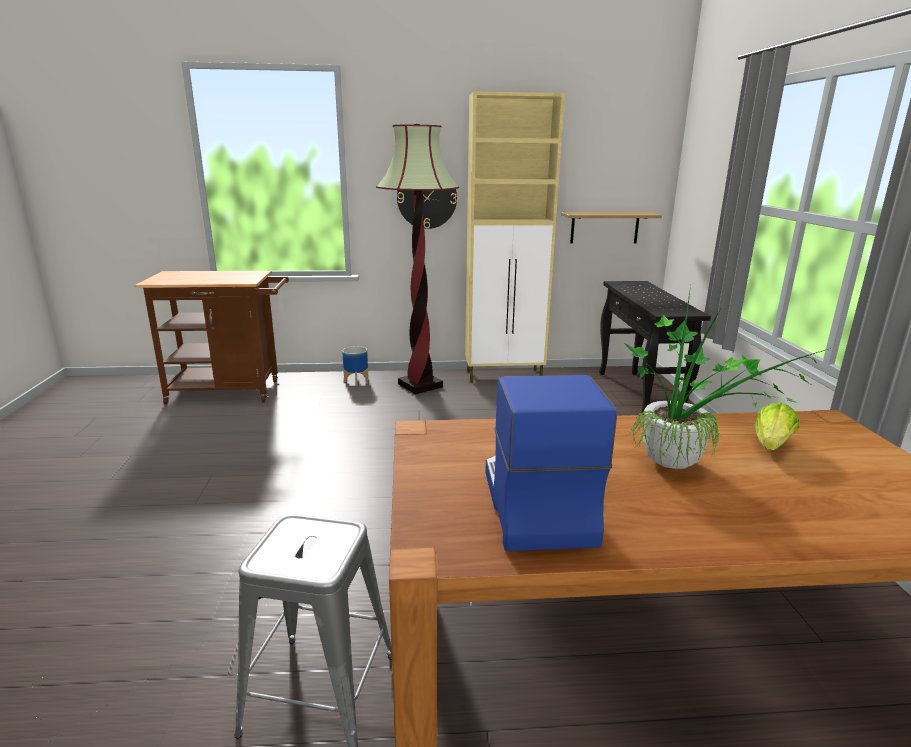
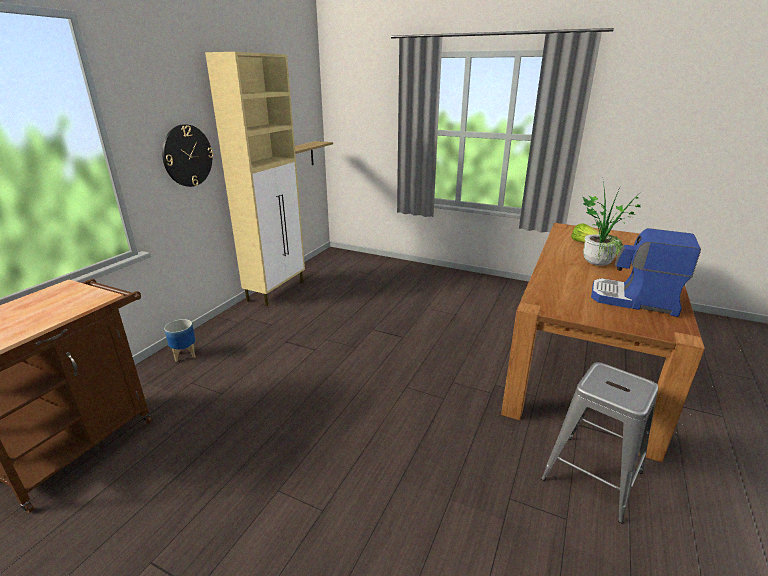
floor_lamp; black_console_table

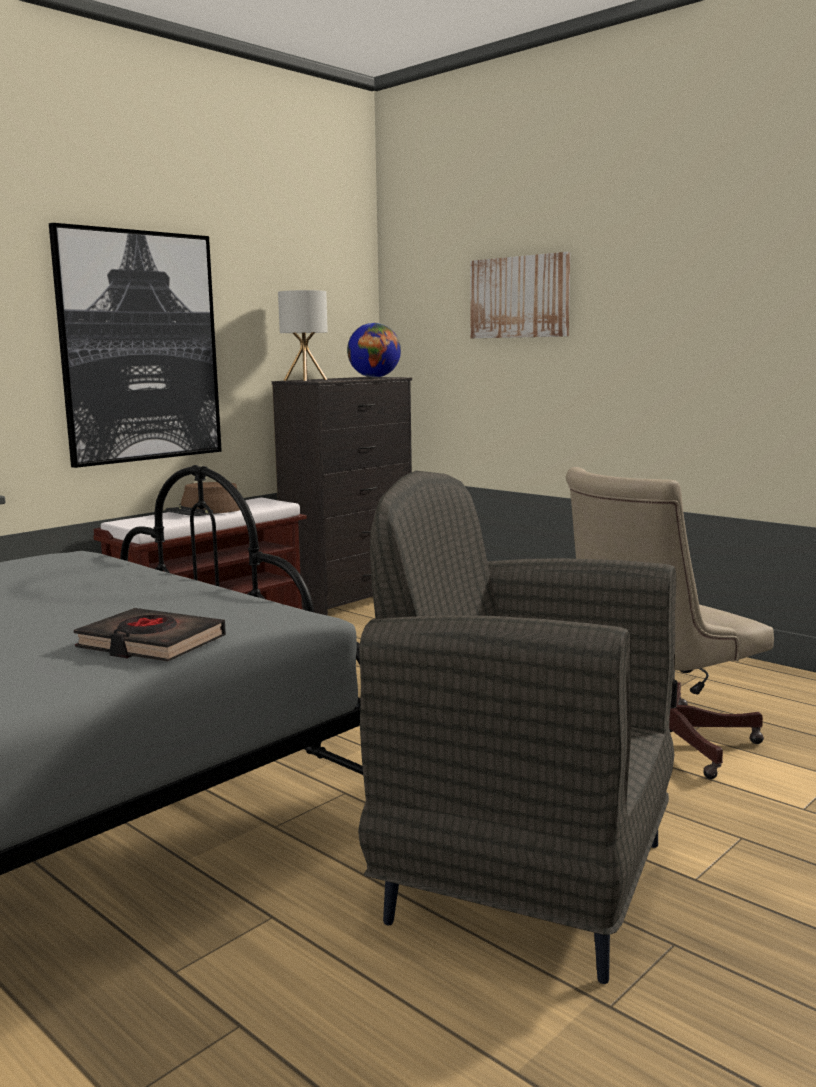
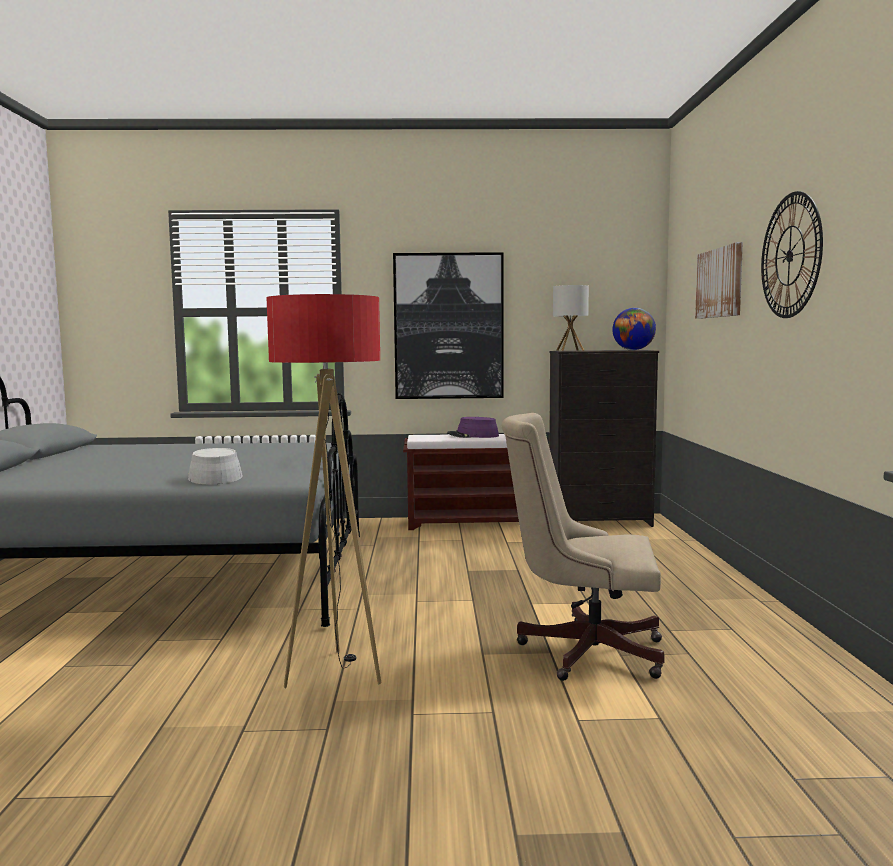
grey_hat; floor_lamp; purple_hat; wall_clock

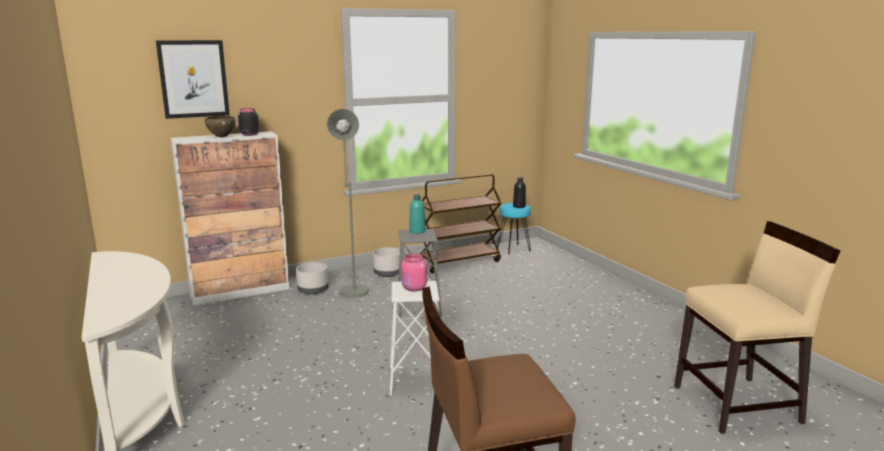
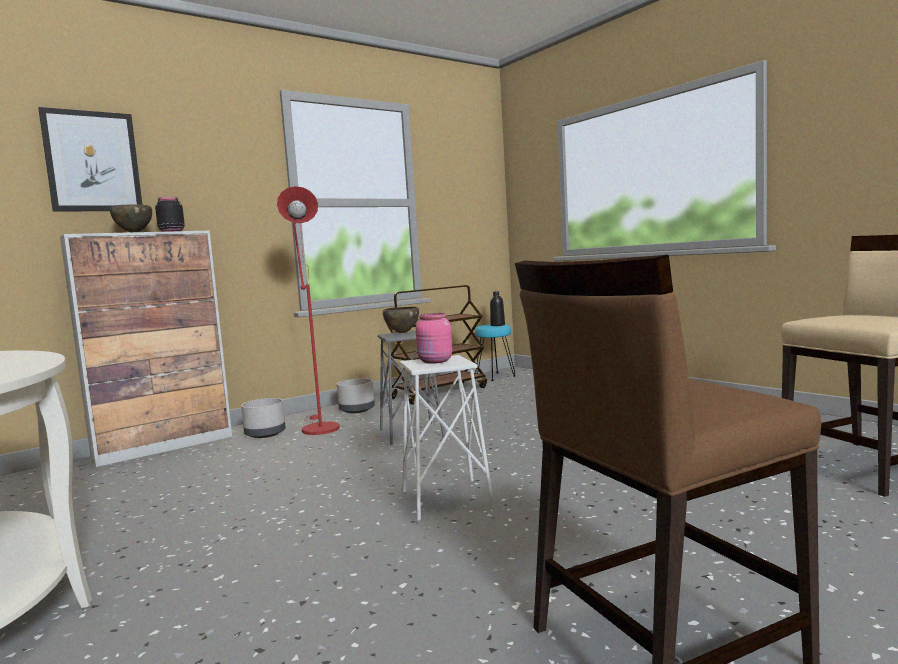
red_floor_lamp; brown_bowl (no. 2 from left)

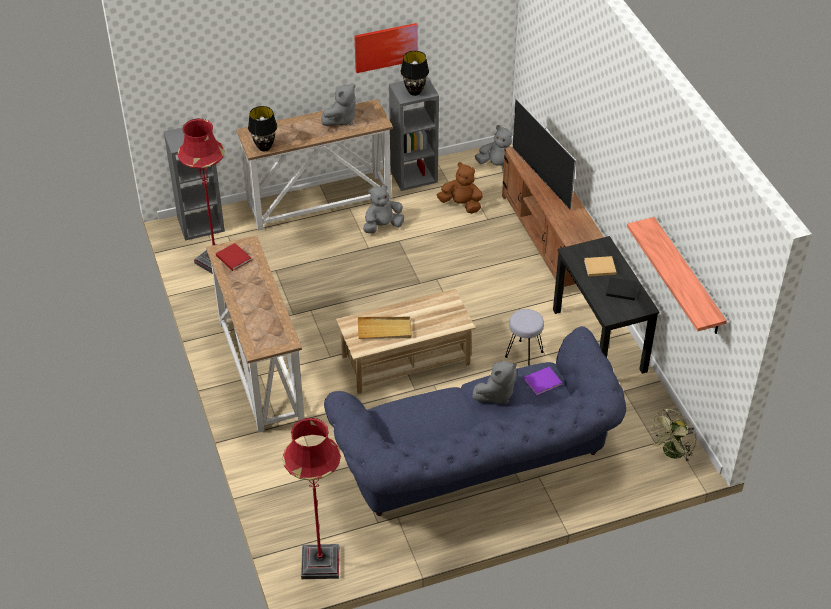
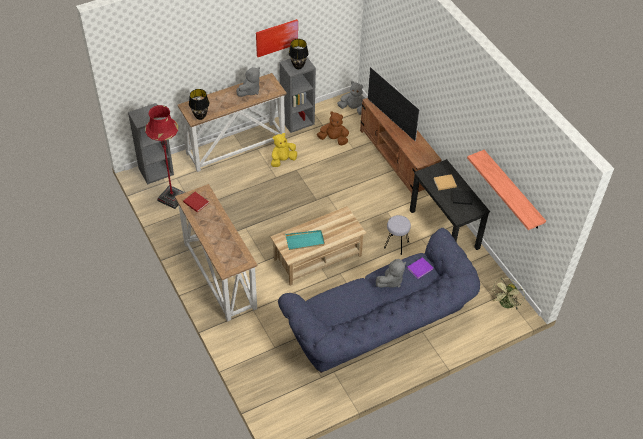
yellow_plush_toy; turquoise_tray; red_floor_lamp (no. 2 from left in the first image)

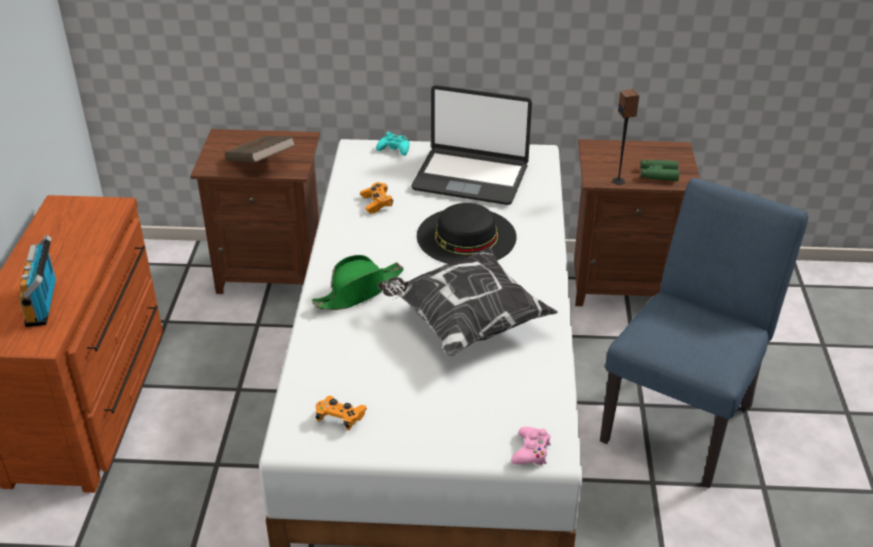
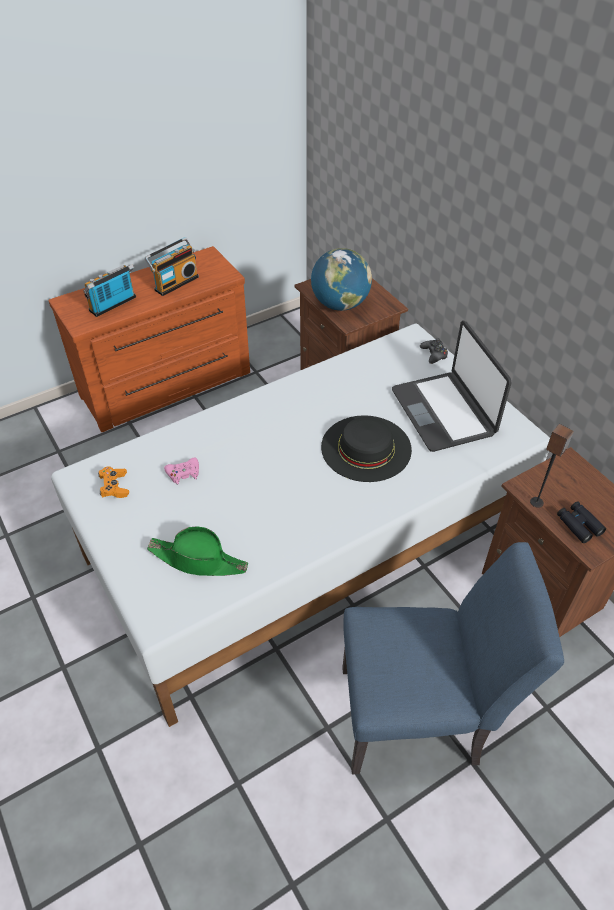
radio (no. 2 from left); green_hat; pink_game_controller; globe; black_game_controller; black_binoculars; orange_game_controller (no. 2 from left in the first image); pillow

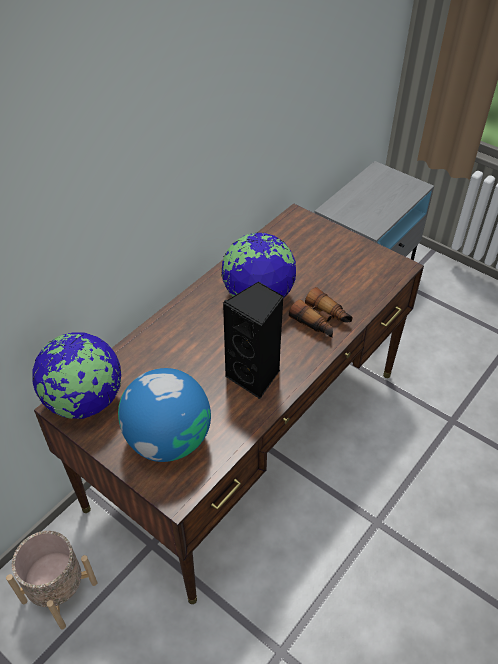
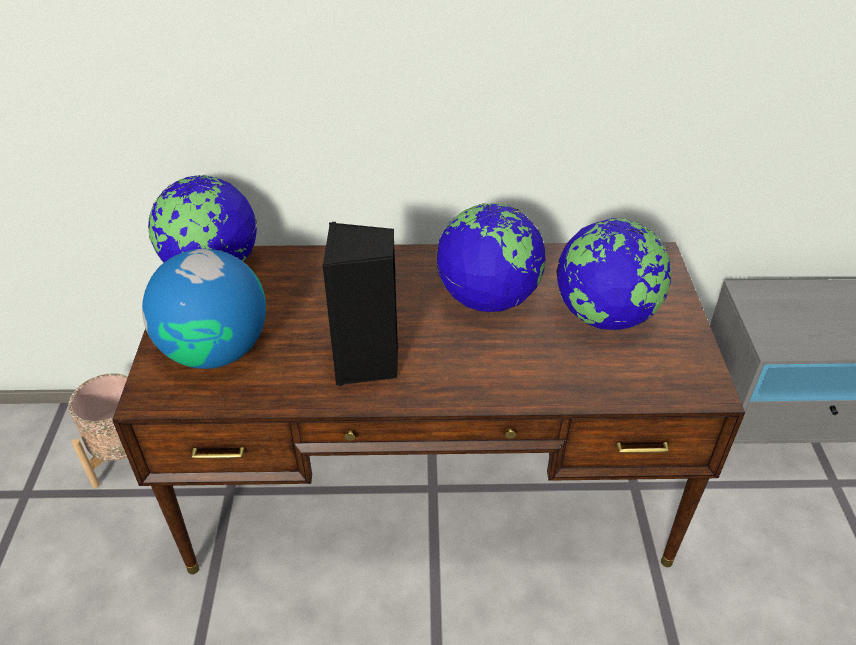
globe (no. 4 from left); binoculars

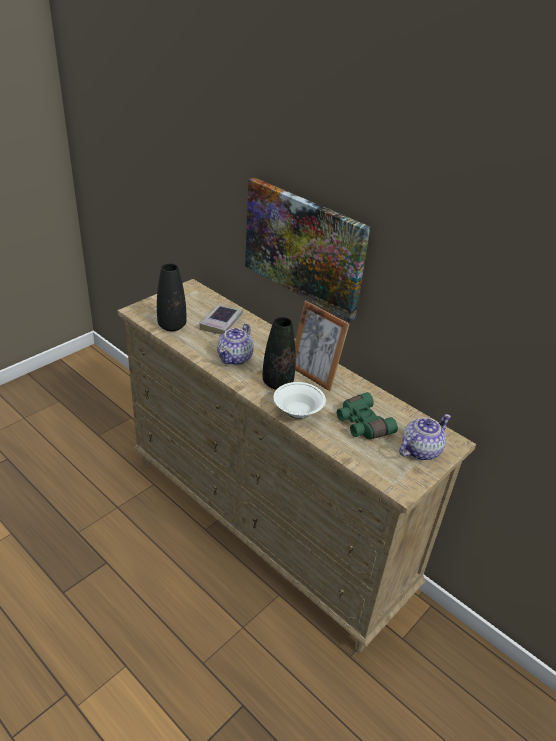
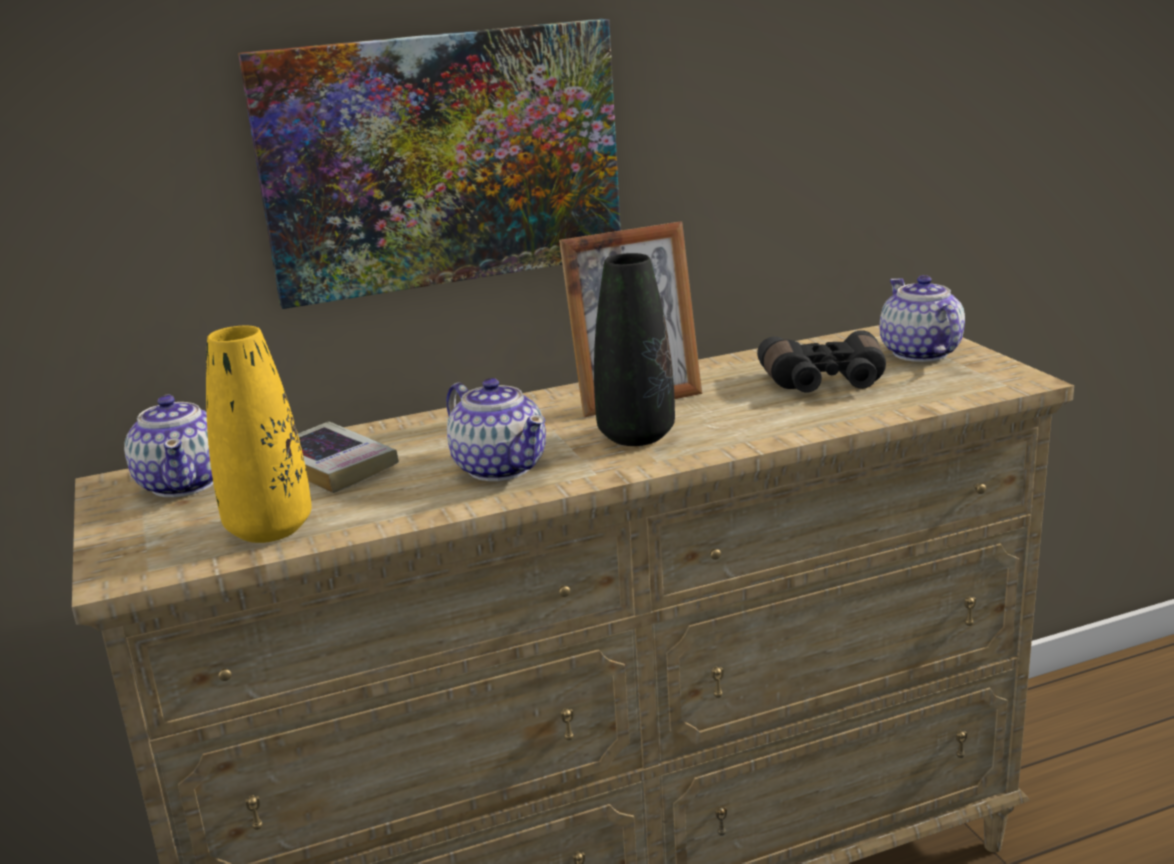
teapot (no. 1 from left); yellow_vase; black_binoculars; white_bowl

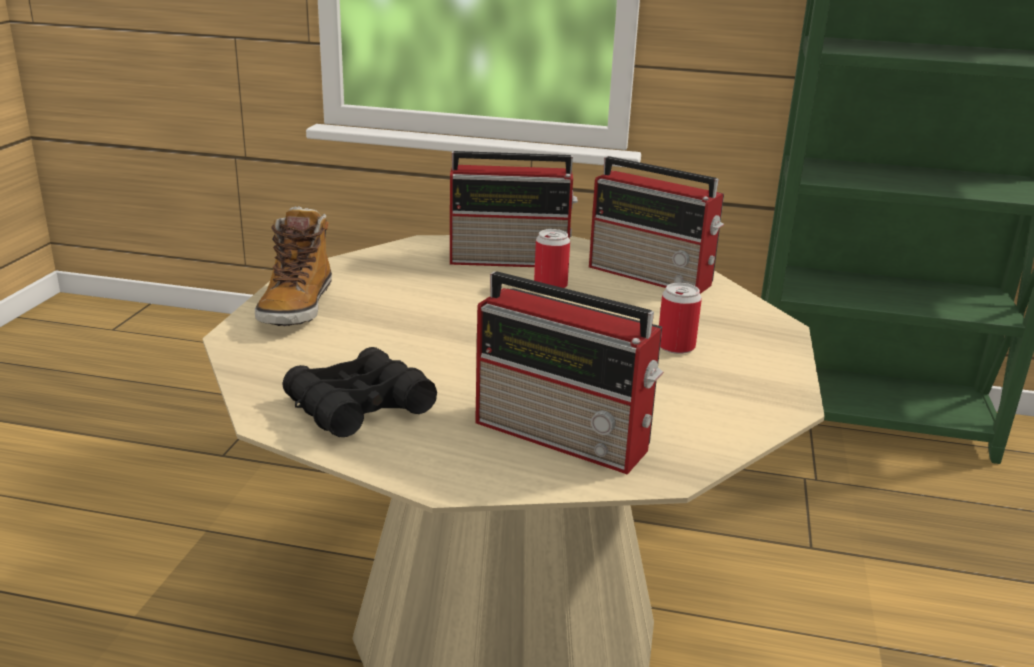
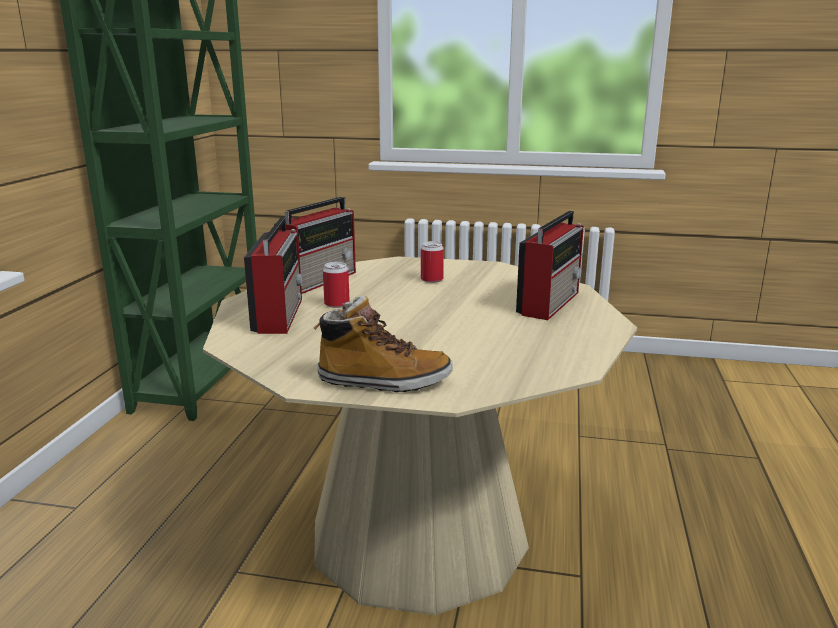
black_binoculars

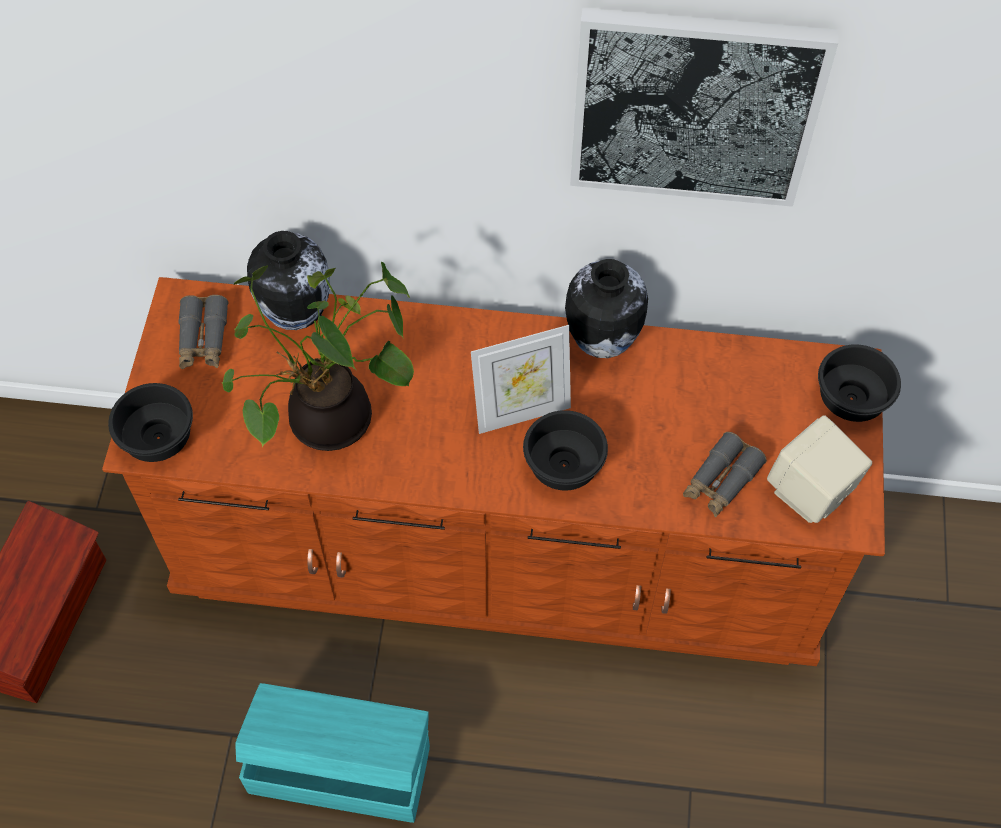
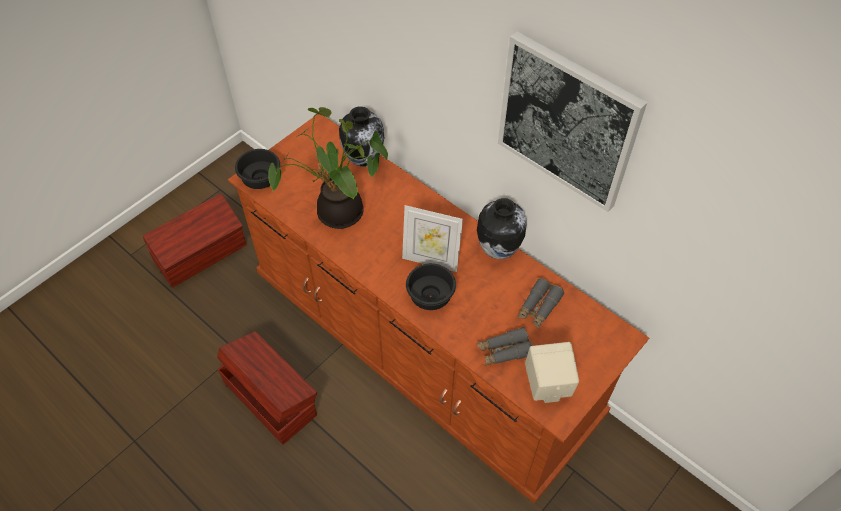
brown_storage_box (no. 2 from left); grey_binoculars (no. 2 from left); black_bowl (no. 3 from left in the first image)

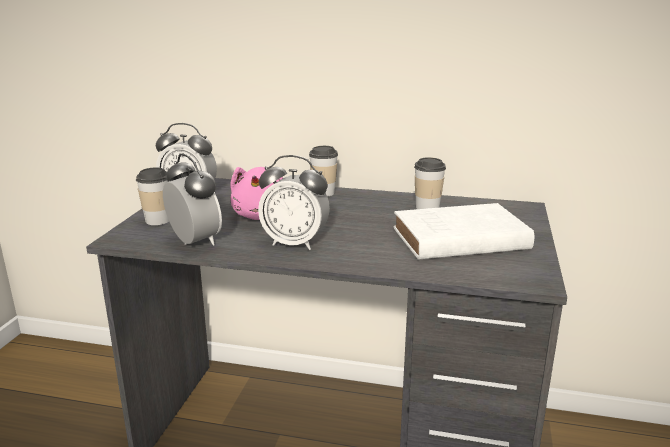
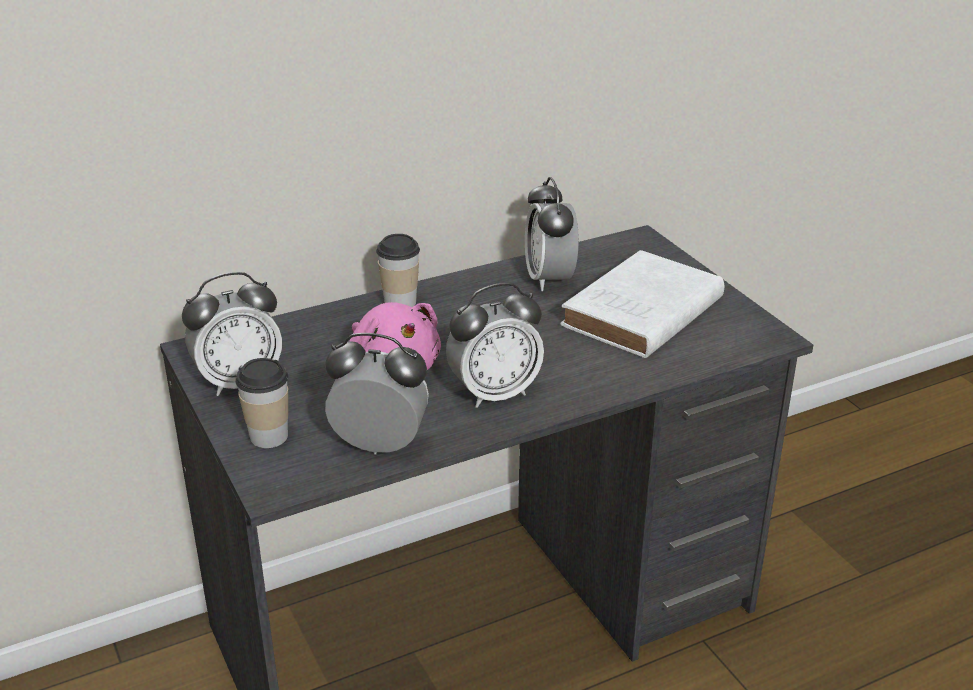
alarm_clock (no. 4 from left)

